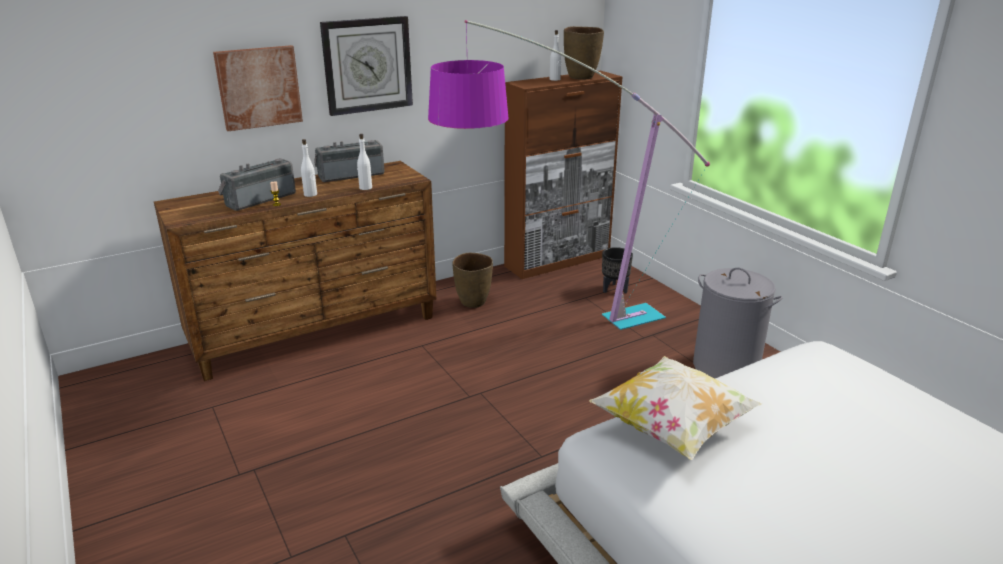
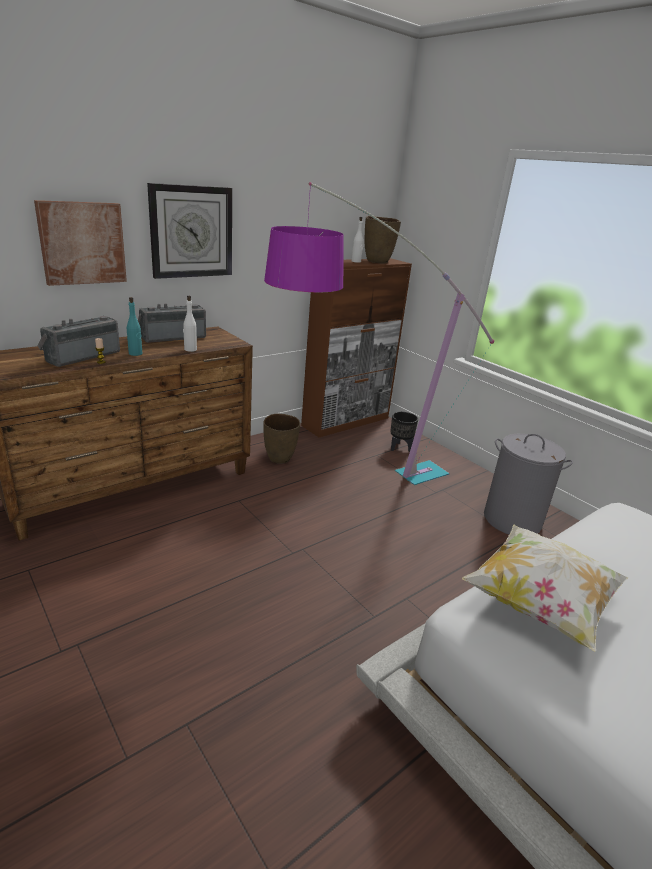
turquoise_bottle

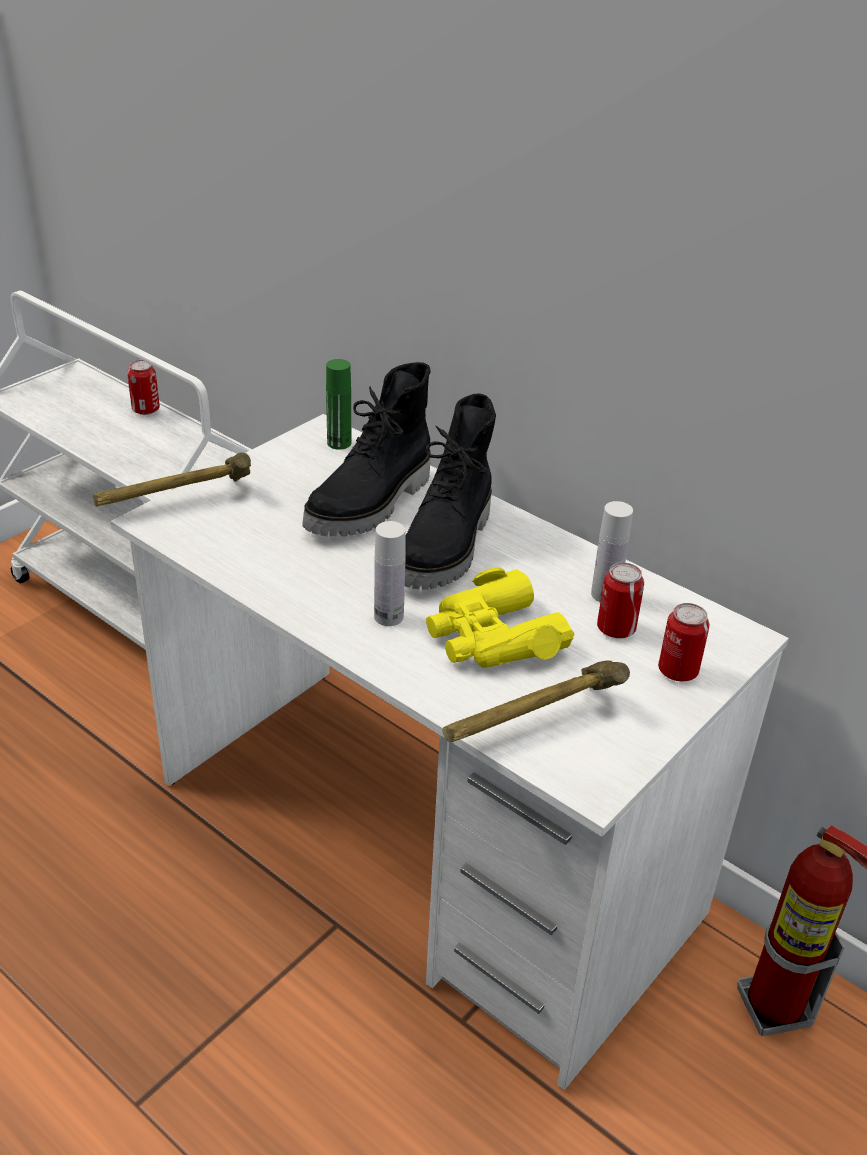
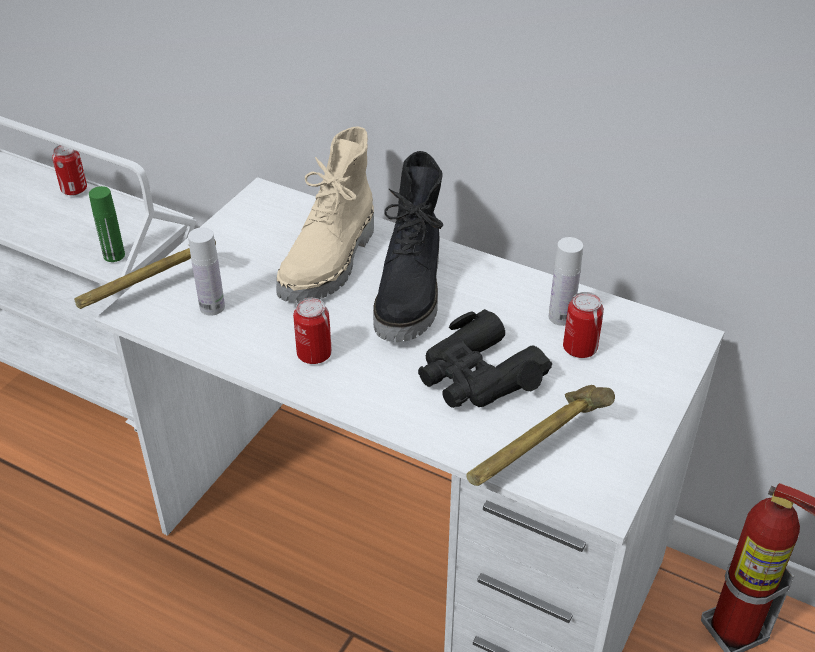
green_bottle; white_bottle (no. 1 from left); beige_boot; can (no. 2 from left); black_binoculars

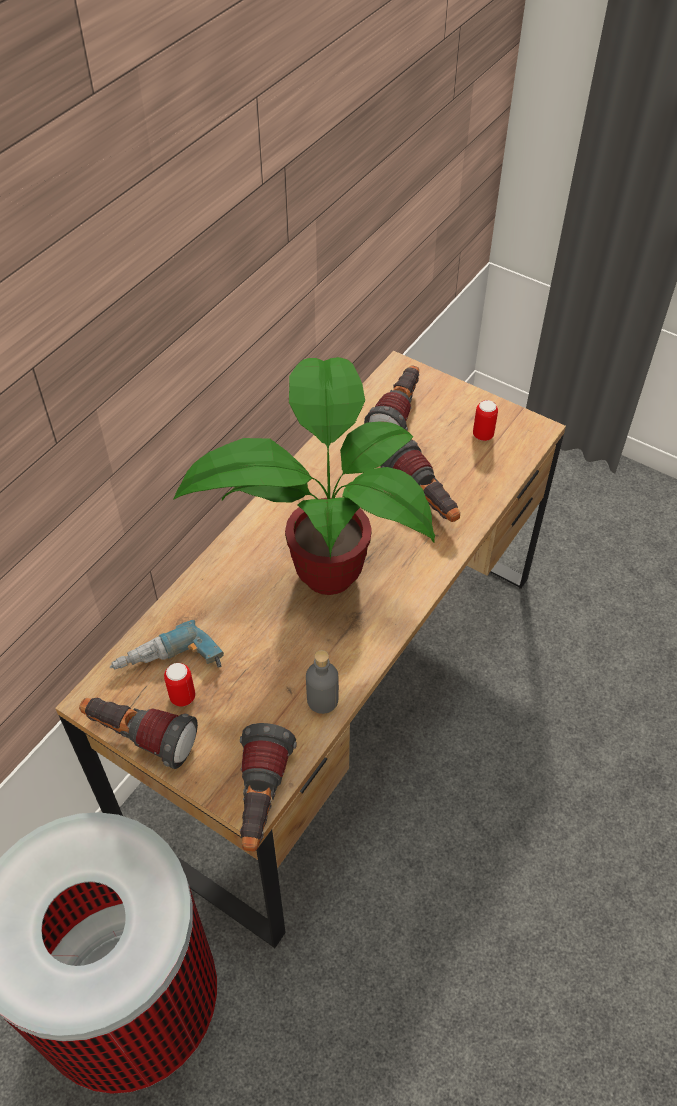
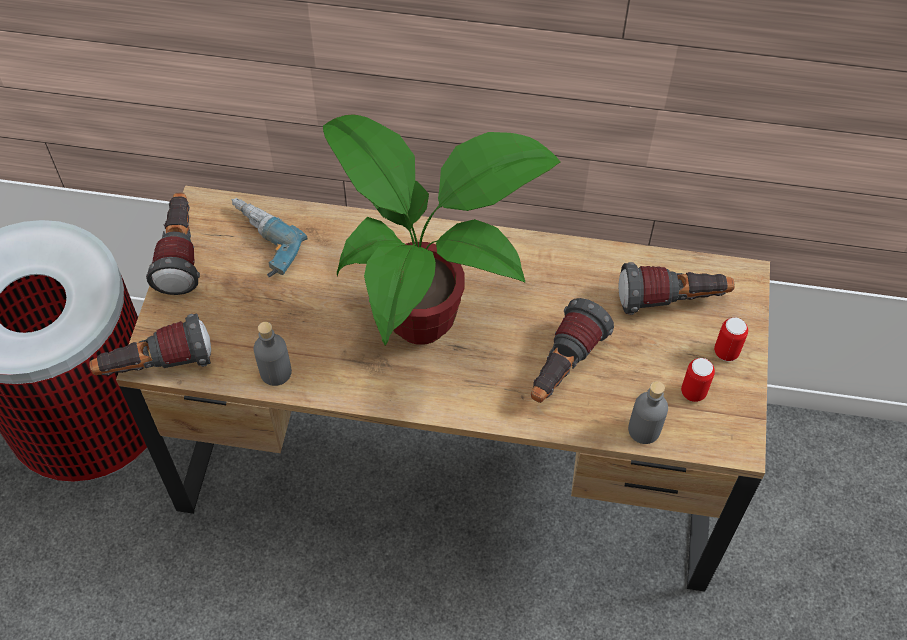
grey_bottle (no. 2 from left); can (no. 2 from left)

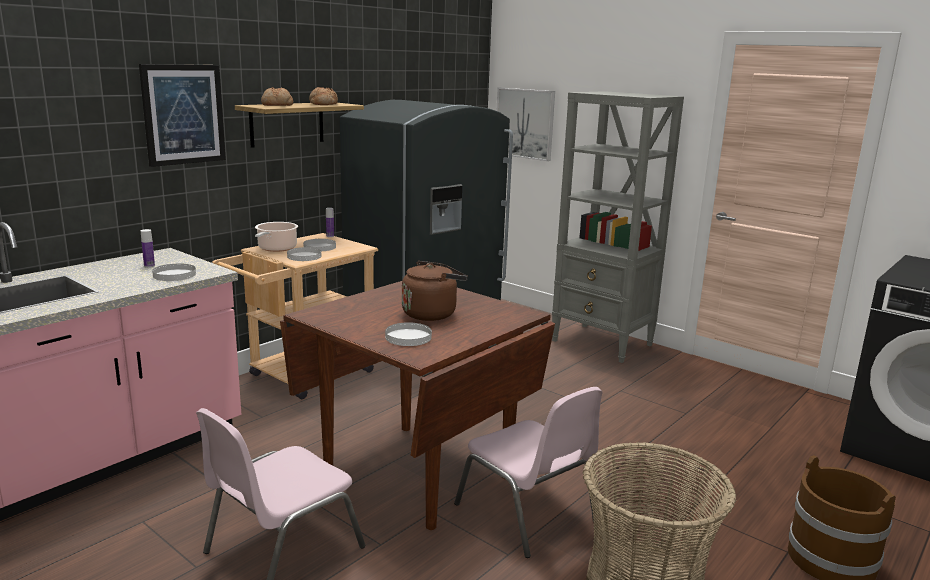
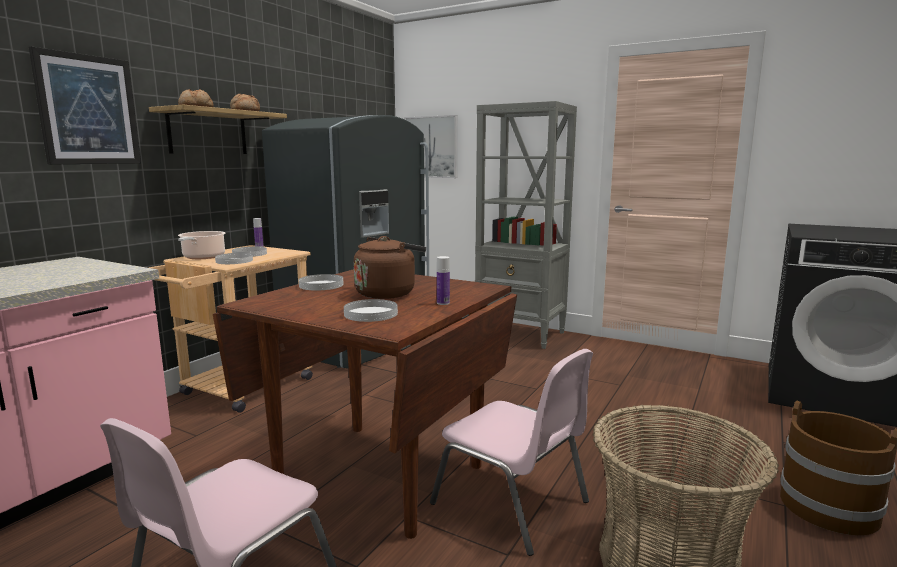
white_plate (no. 3 from left); bottle (no. 2 from left)

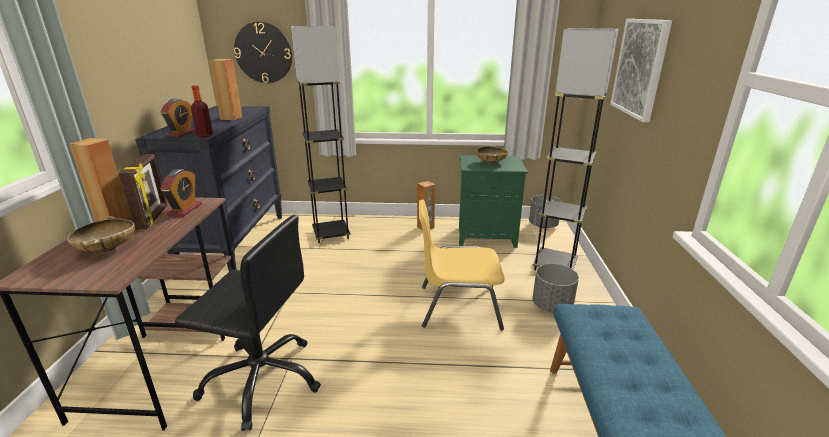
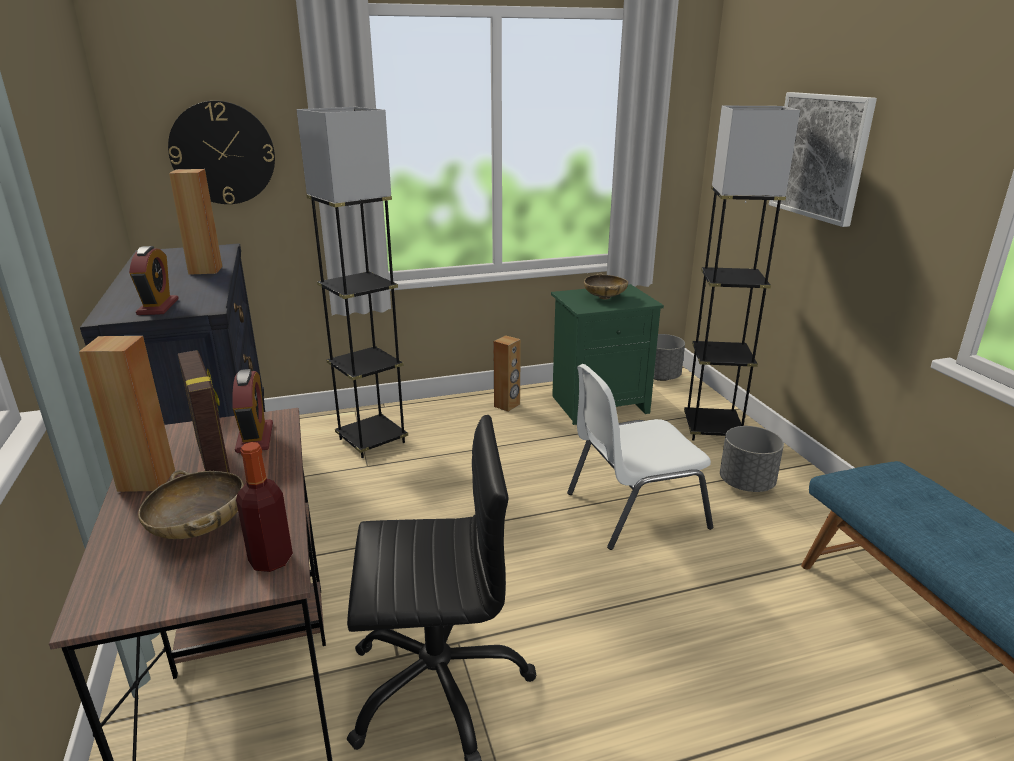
bottle; white_chair

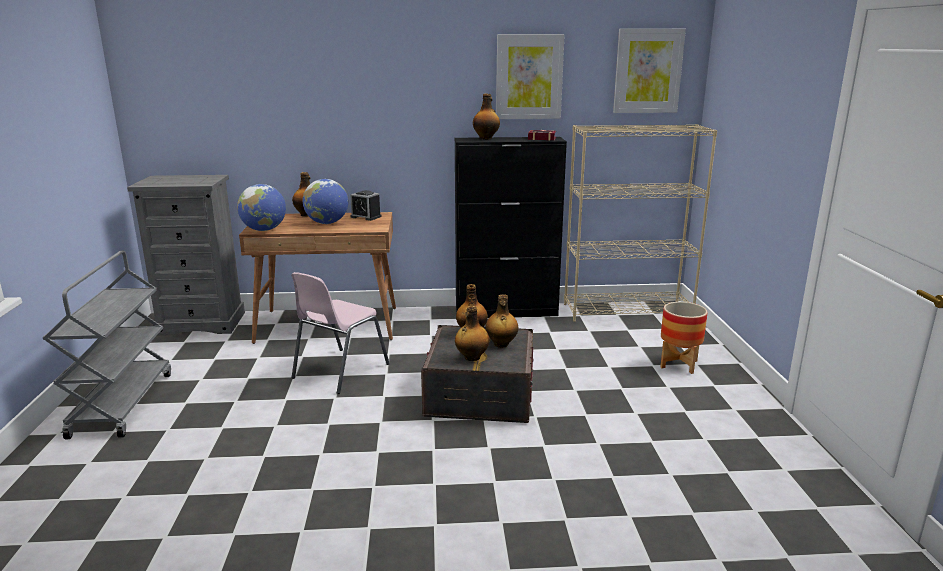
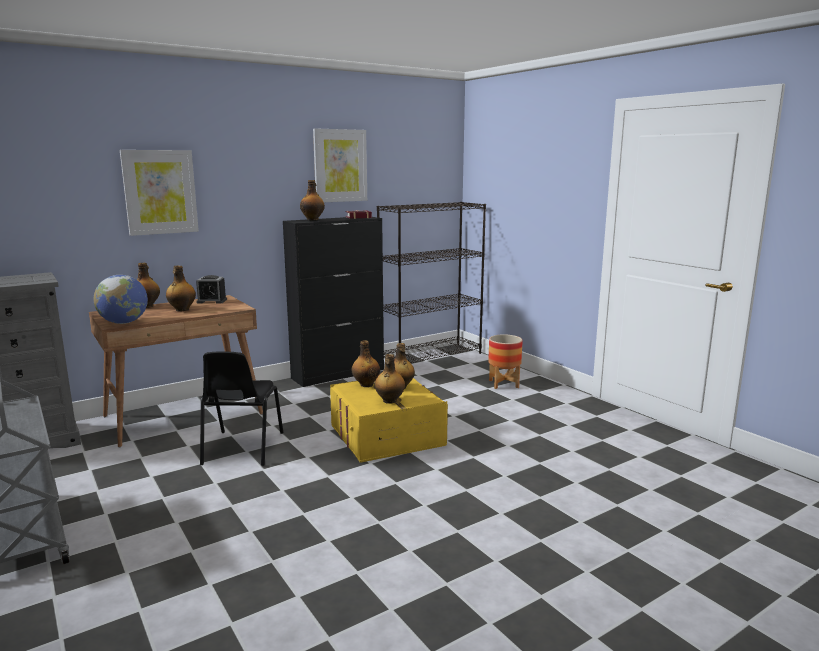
picture (no. 1 from left); bottle (no. 2 from left); black_chair; yellow_storage_box; black_bookcase

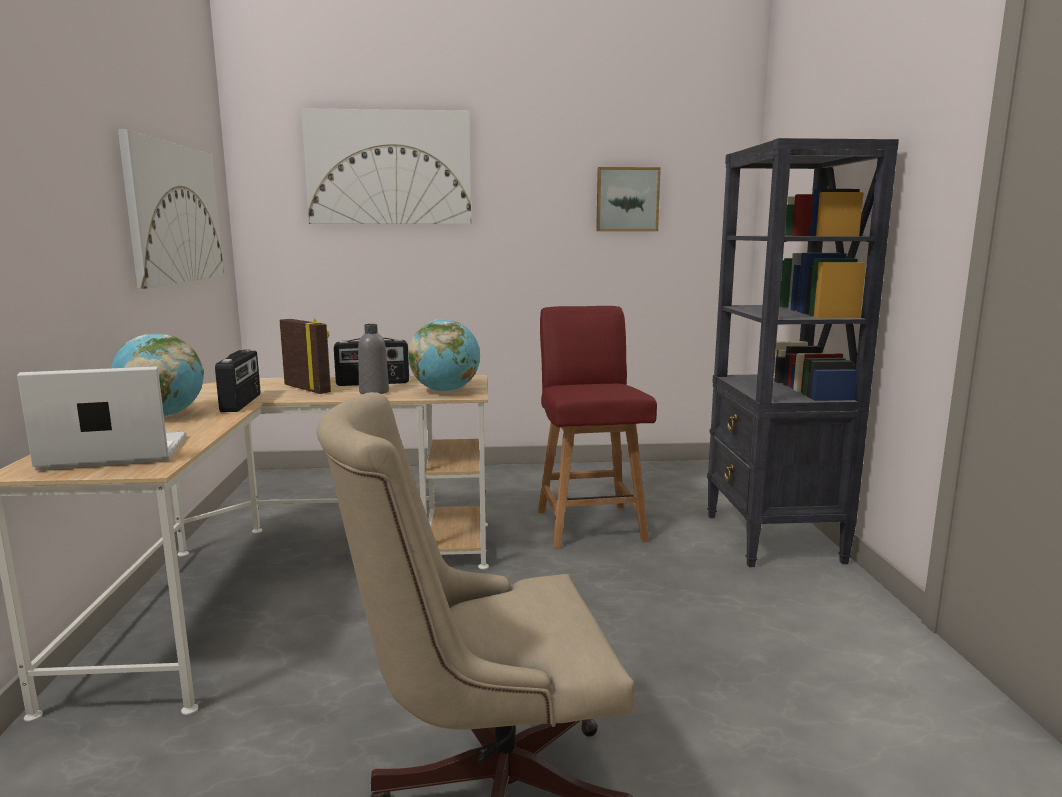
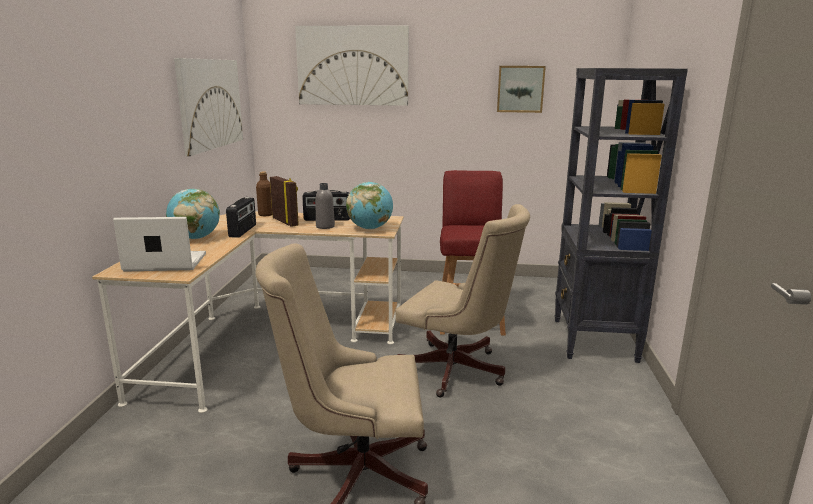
brown_bottle; beige_office_chair (no. 2 from left)

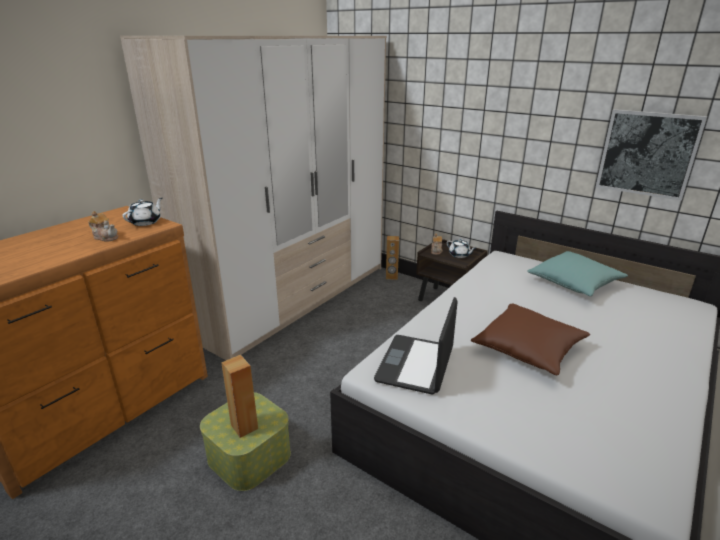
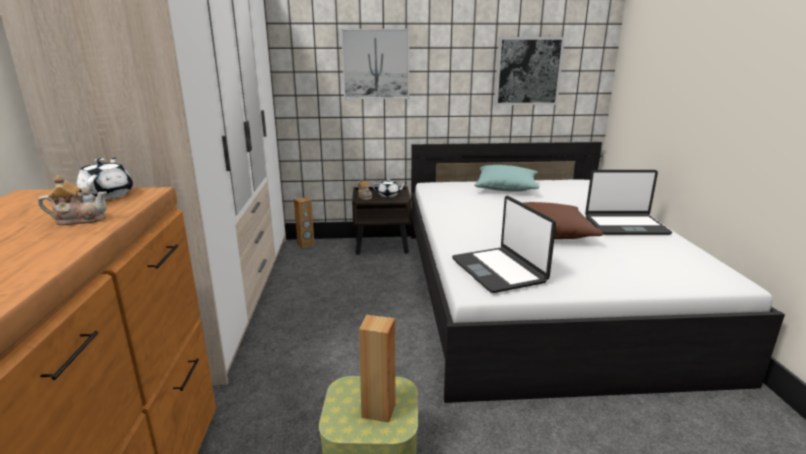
picture (no. 1 from left); laptop (no. 2 from left)

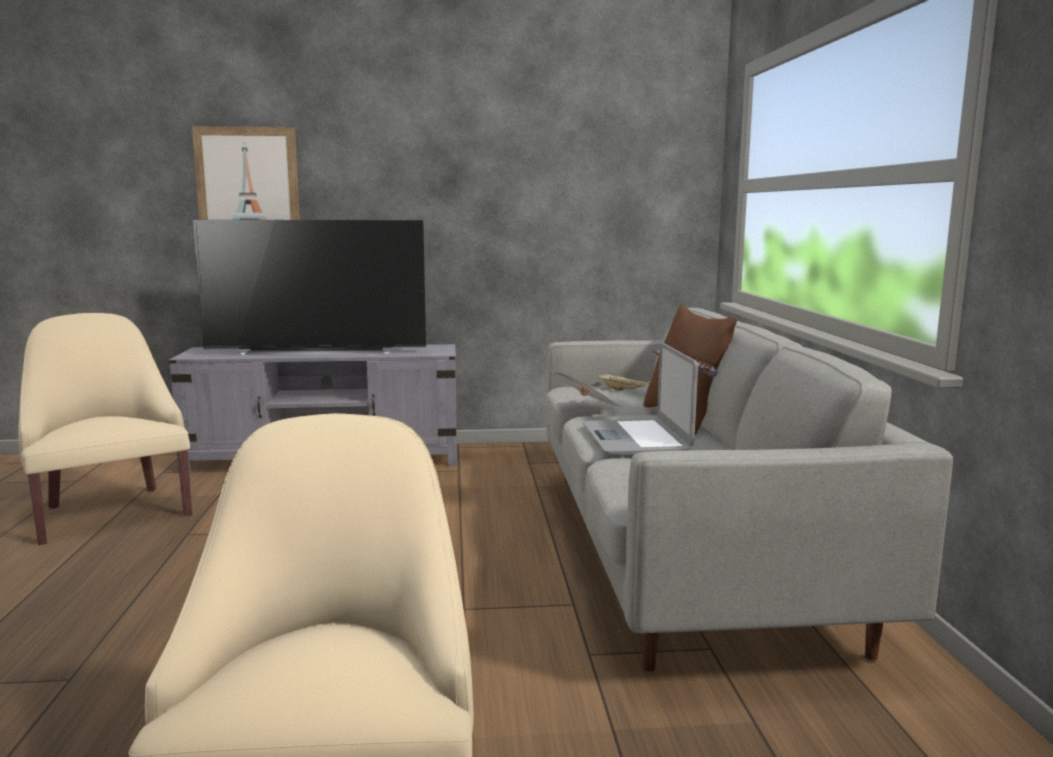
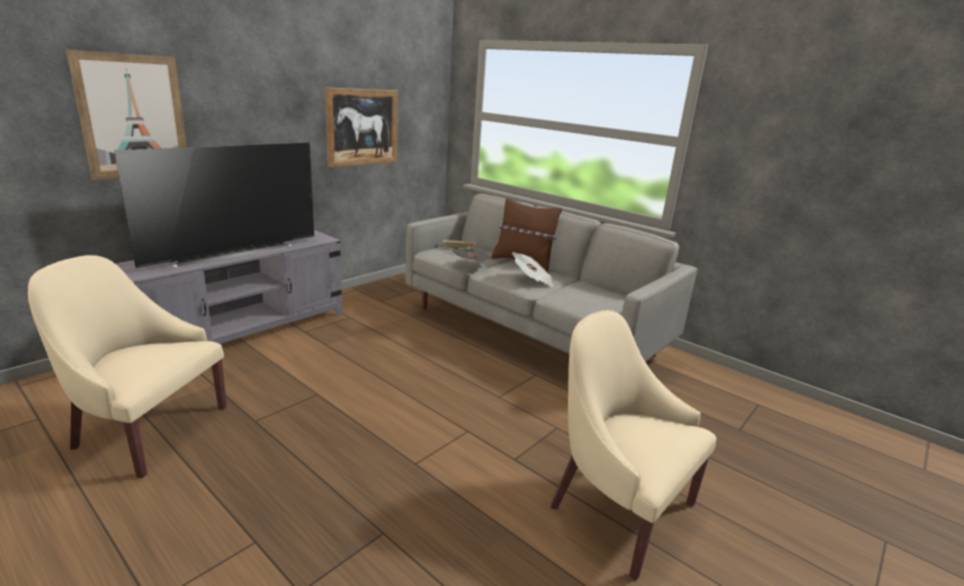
picture (no. 2 from left); newspaper (no. 2 from left)

